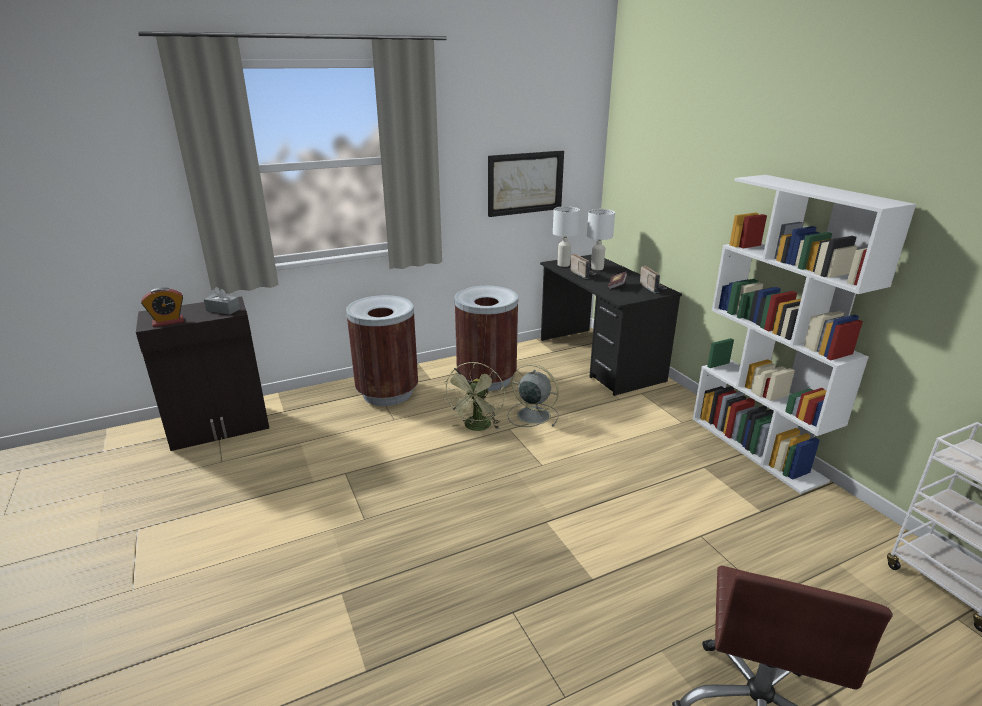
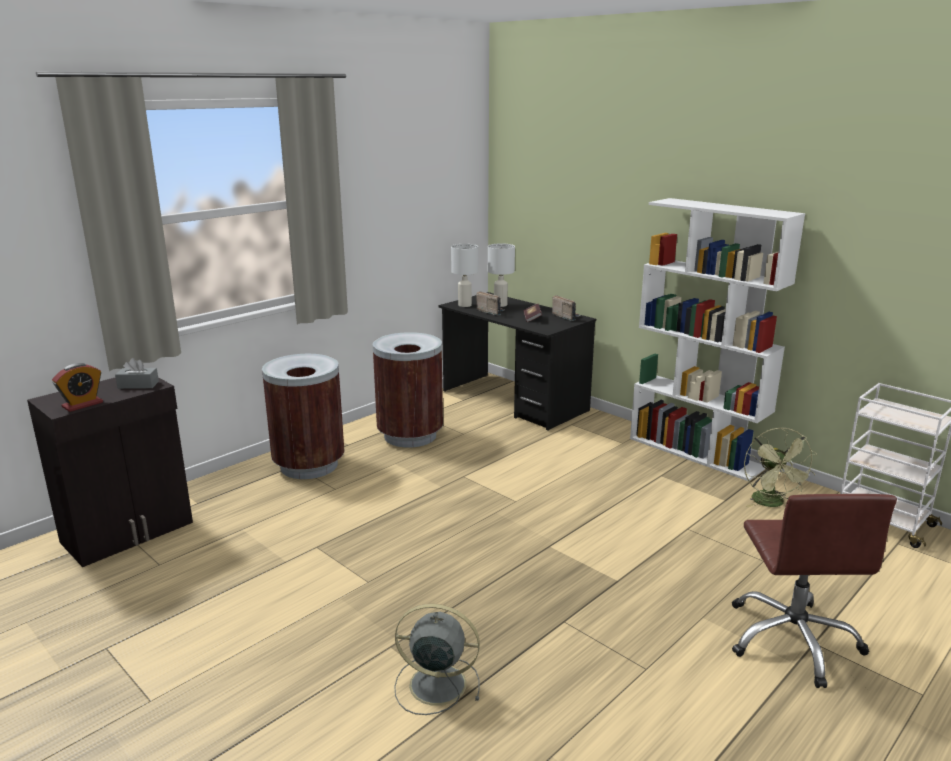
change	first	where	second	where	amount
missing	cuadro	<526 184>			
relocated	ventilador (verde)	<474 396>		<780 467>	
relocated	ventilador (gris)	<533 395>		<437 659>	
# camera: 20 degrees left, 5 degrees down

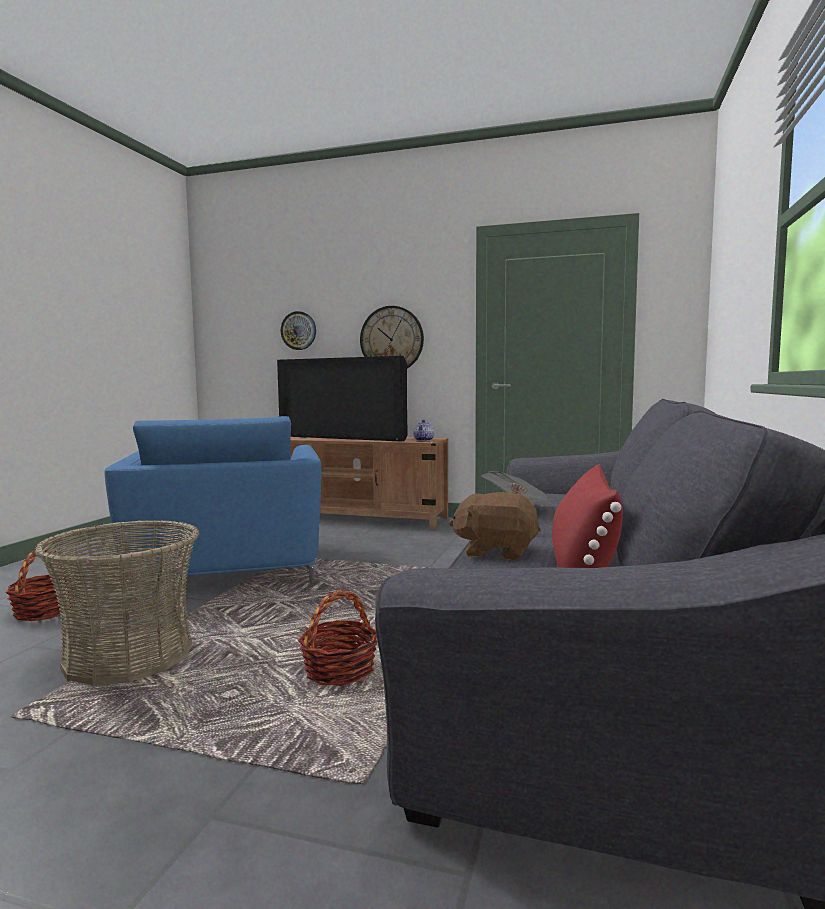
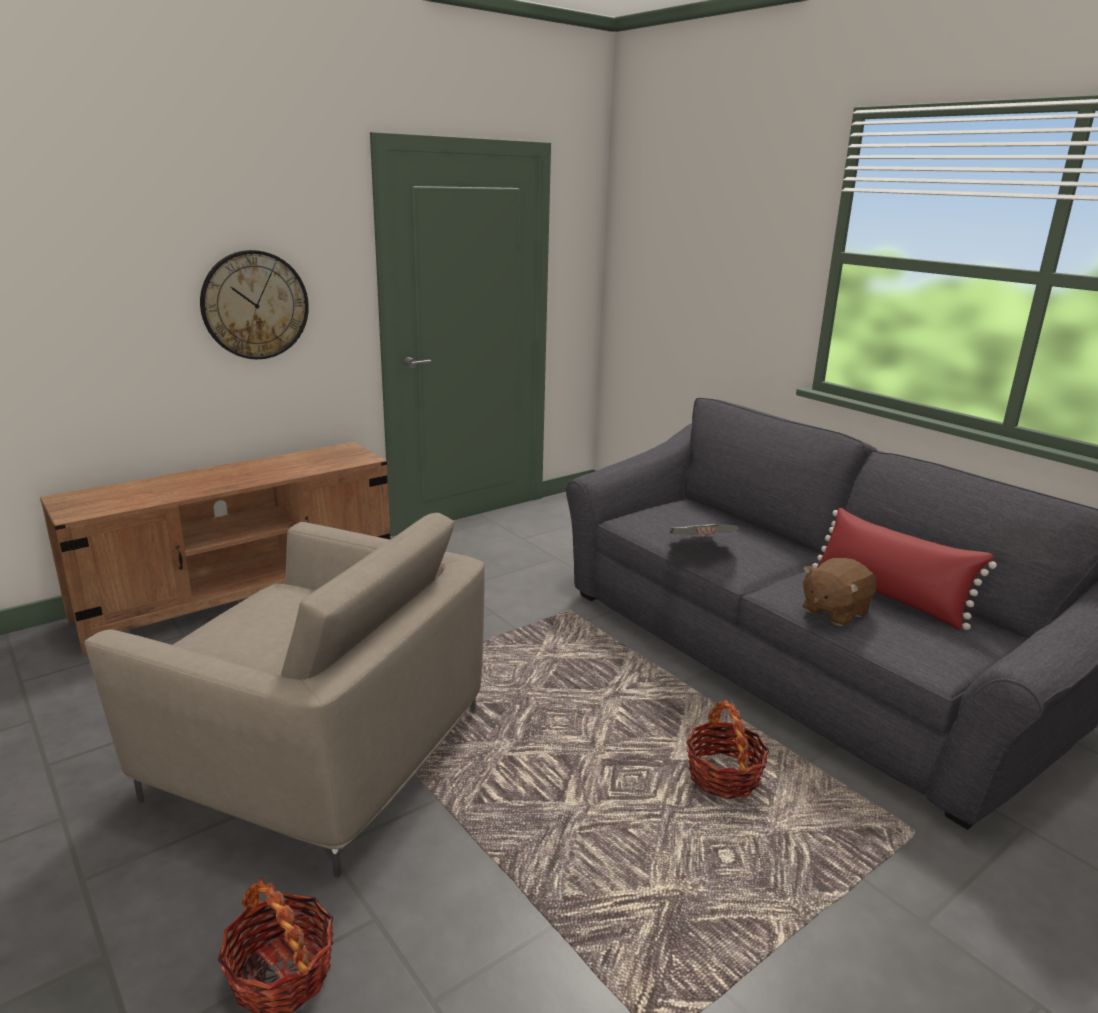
change	first	where	second	where	amount
missing	reloj de pared	<298 330>			
missing	televisor	<342 399>			
colour	sillón (azul)	<213 508>	sillón (beis)	<284 695>	
missing	tetera	<423 430>			
missing	cesta	<116 602>			
# camera: 55 degrees left, 15 degrees up

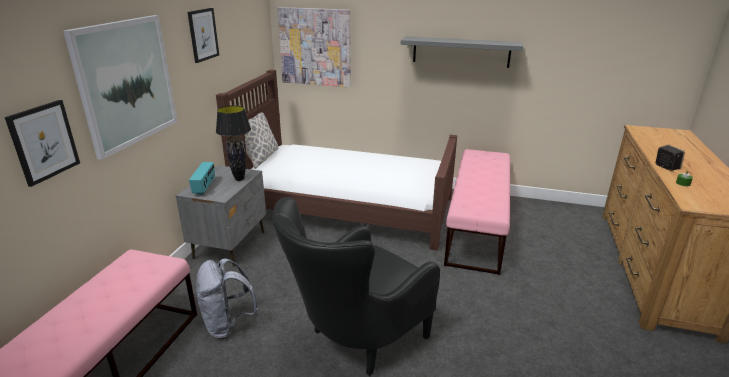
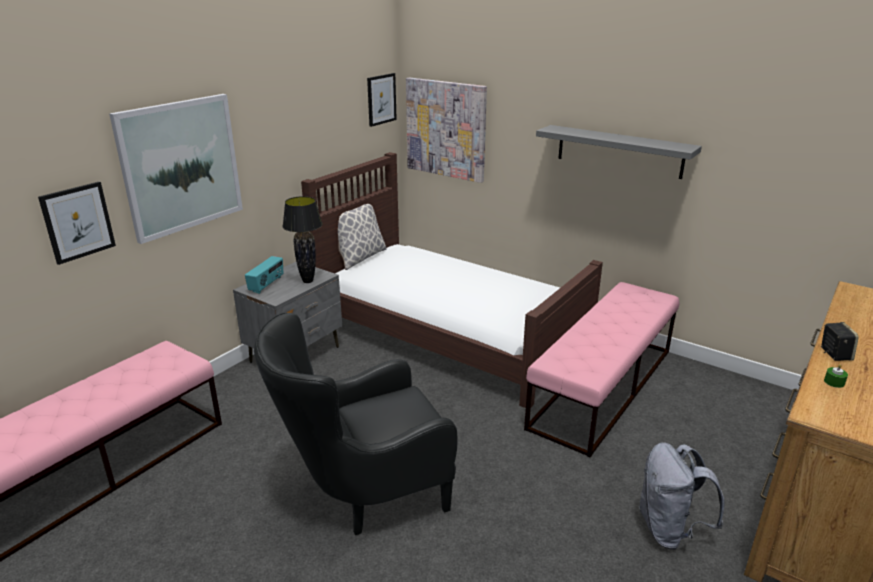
change	first	where	second	where	amount
relocated	cuadro	<203 35>		<382 100>	
relocated	mochila (gris)	<227 298>		<681 496>	
# camera: 20 degrees right, 0 degrees up

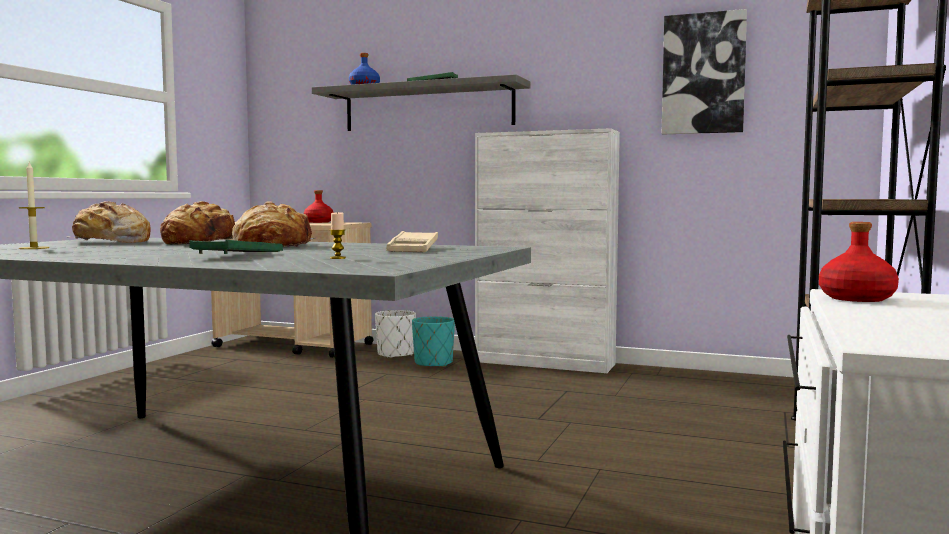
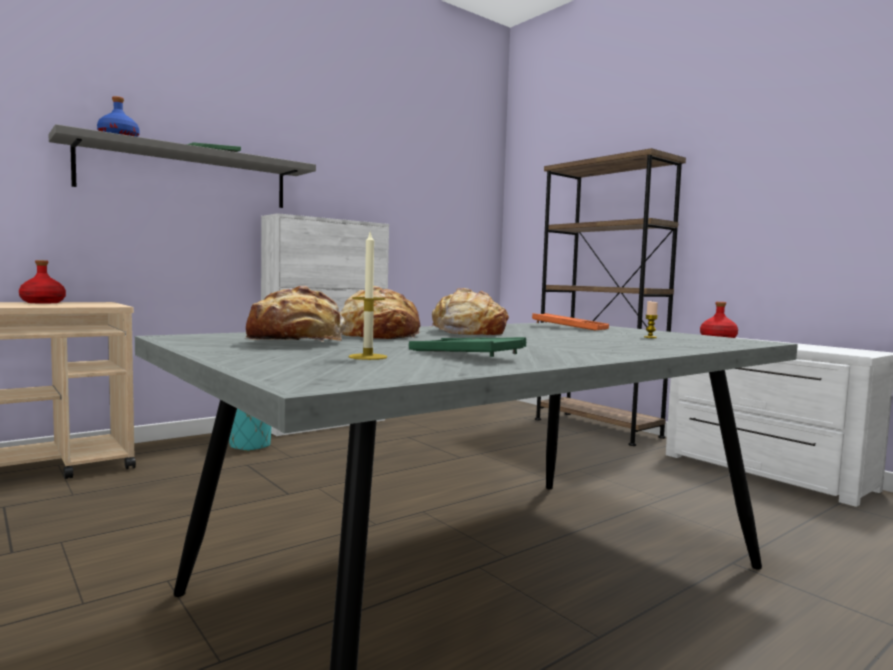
change	first	where	second	where	amount
missing	cuadro	<704 72>			
colour	bandeja (beis)	<412 241>	bandeja (naranja)	<570 321>	
relocated	bandeja (verde)	<236 247>		<467 347>	
missing	maceta (blanco)	<395 334>			
# camera: 60 degrees left, 0 degrees up

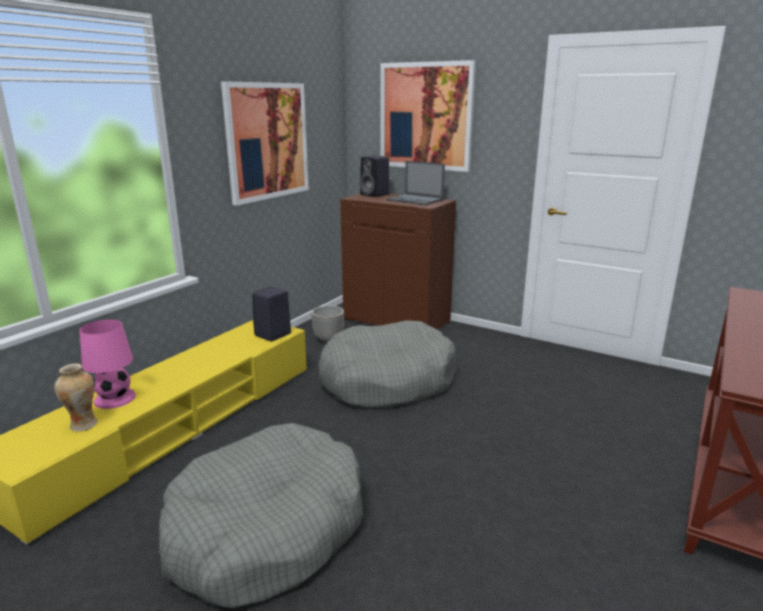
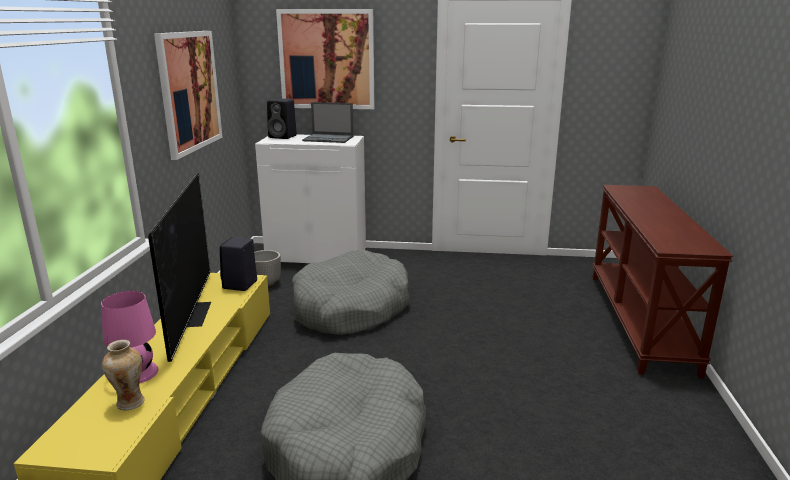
change	first	where	second	where	amount
colour	armario (marrón)	<398 262>	armario (blanco)	<310 198>	
appeared			televisor	<179 267>	
# camera: 25 degrees left, 0 degrees up

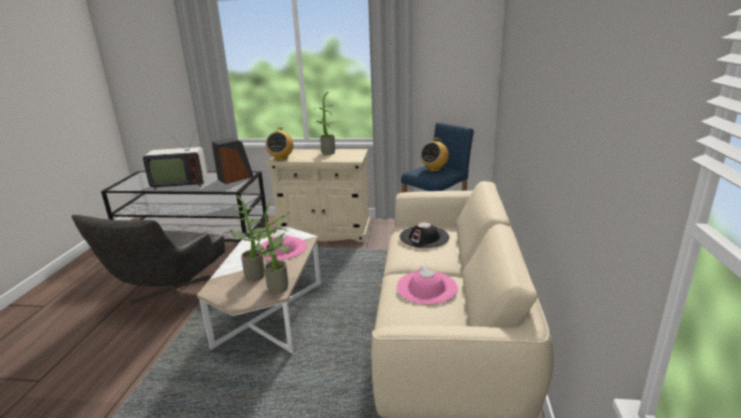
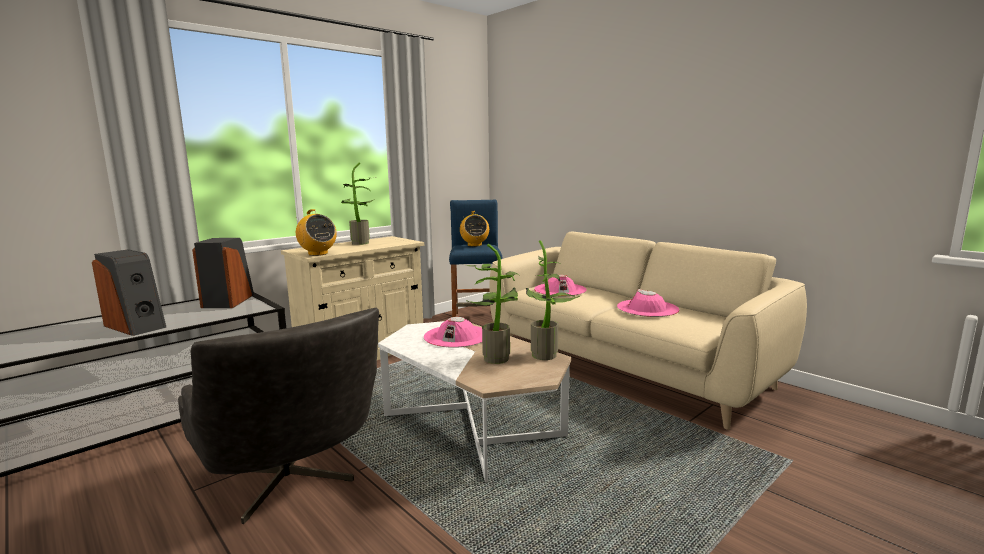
change	first	where	second	where	amount
exchanged	televisor	<175 157>	altavoz	<129 292>	
colour	sombrero (negro)	<424 235>	sombrero (rosa)	<560 285>	
# camera: 50 degrees left, 10 degrees down

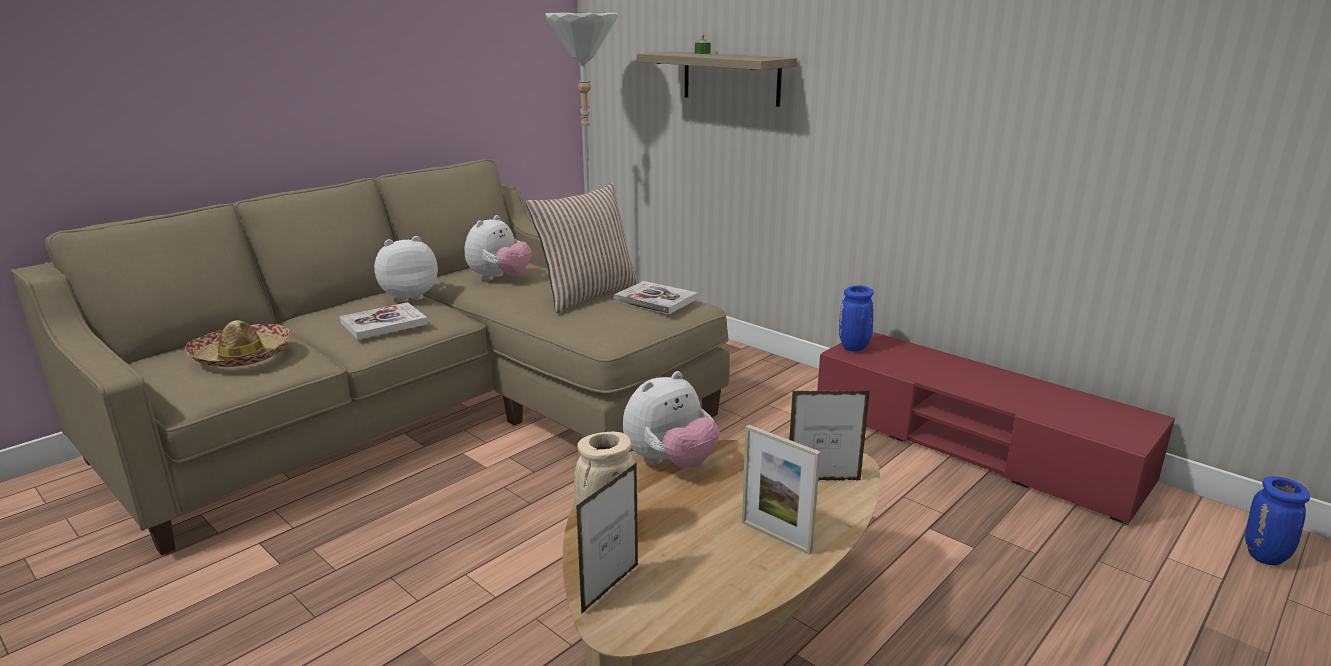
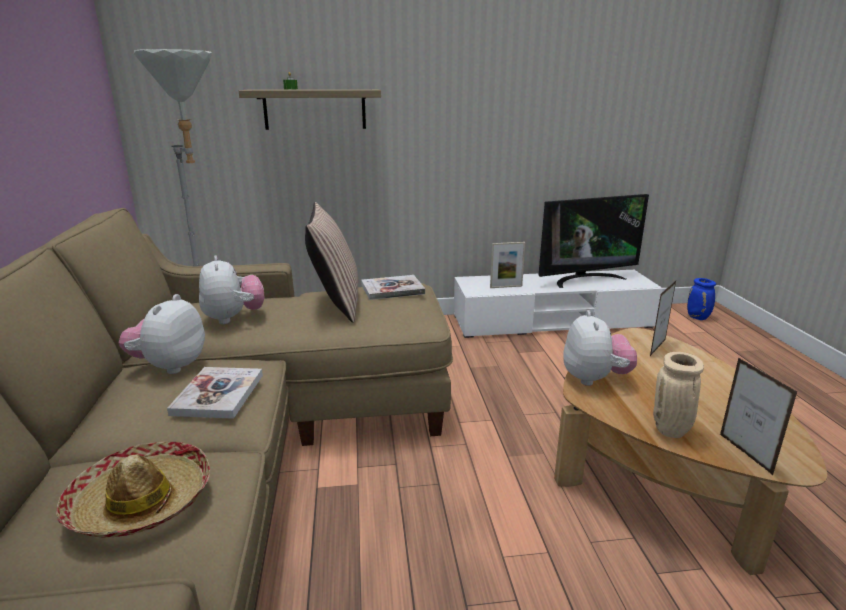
change	first	where	second	where	amount
missing	florero (azul)	<856 319>			
colour	mueble de televisión (rojo)	<996 428>	mueble de televisión (blanco)	<558 304>	
relocated	portarretratos	<781 490>		<507 265>	
appeared			televisor	<593 241>	
# camera: 50 degrees left, 0 degrees up

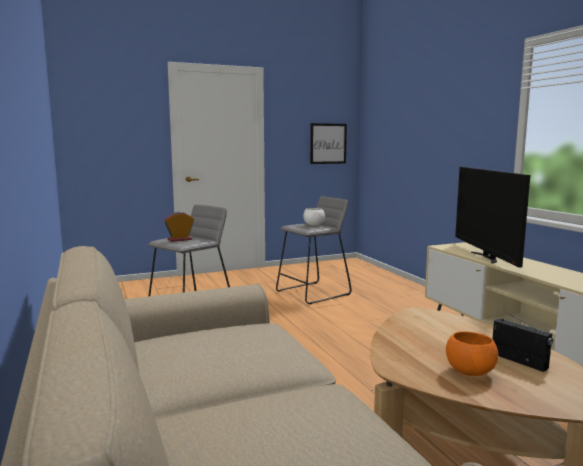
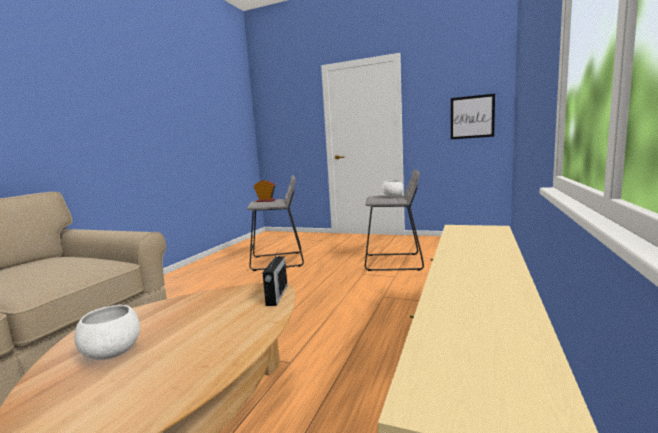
change	first	where	second	where	amount
missing	televisor	<492 217>			
relocated	radio	<523 341>		<274 278>	
colour	cuenco (naranja)	<472 353>	cuenco (blanco)	<107 332>	
# camera: 45 degrees right, 0 degrees up

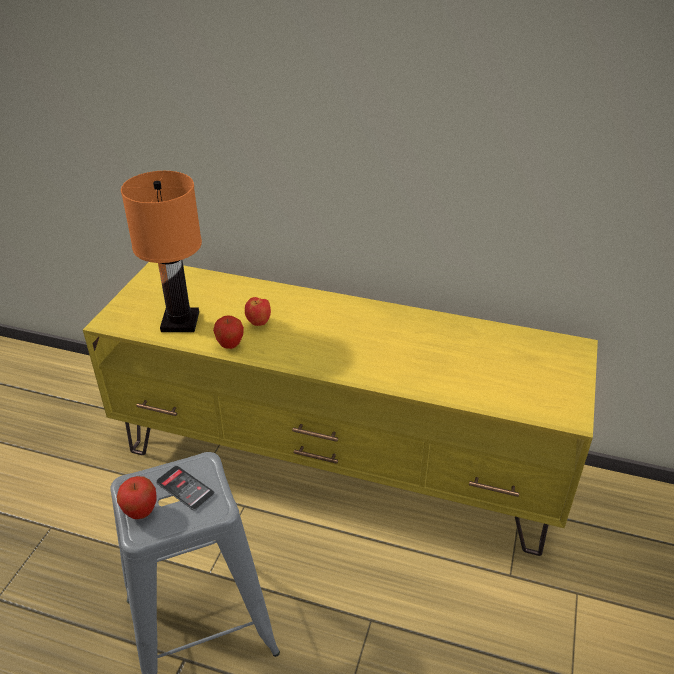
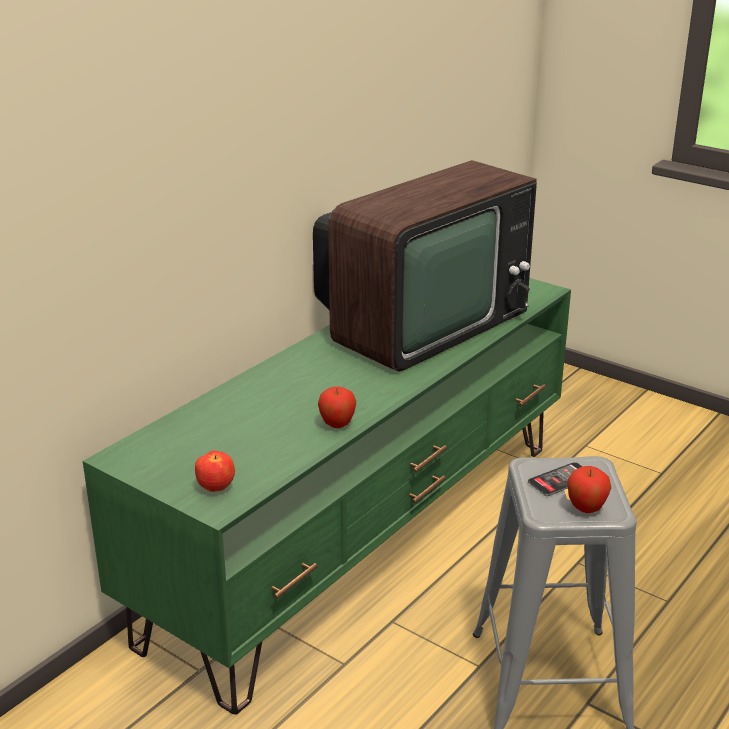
change	first	where	second	where	amount
missing	lámpara de mesa (naranja)	<161 251>			
colour	mueble de televisión (amarillo)	<340 409>	mueble de televisión (verde)	<327 496>	
relocated	manzana	<258 311>		<215 471>	
appeared			televisor	<425 266>	
# camera: 70 degrees left, 10 degrees down

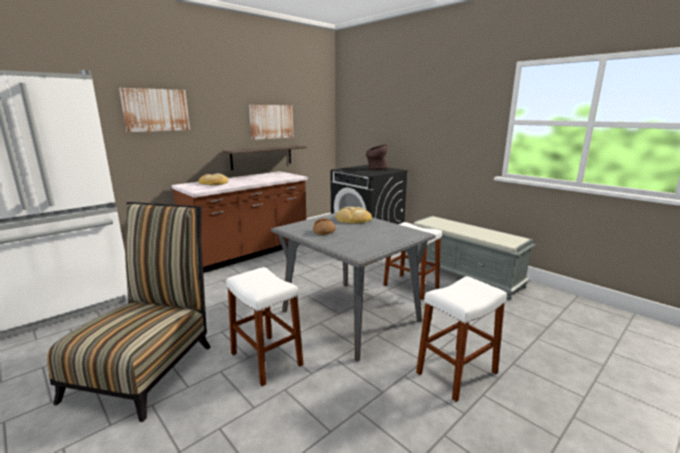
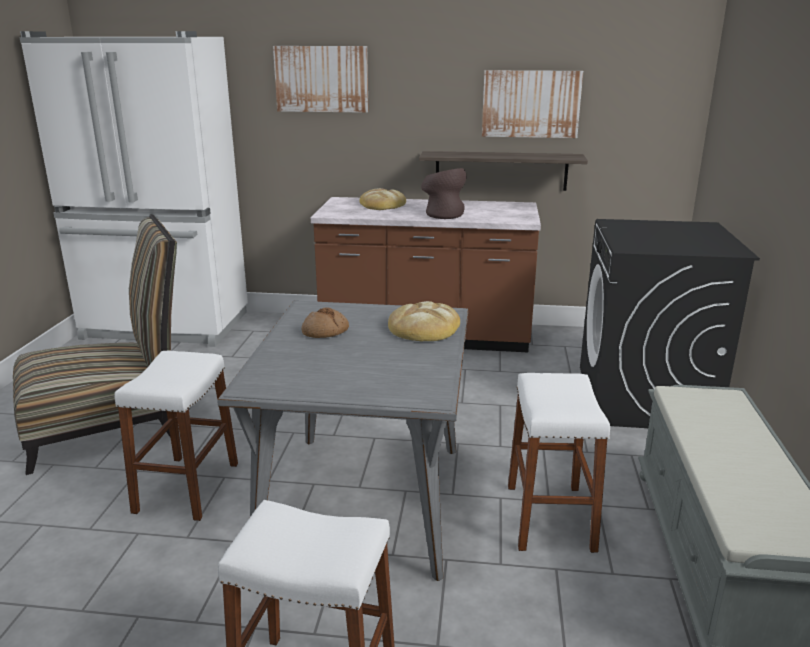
change	first	where	second	where	amount
relocated	florero (marrón)	<376 157>		<444 193>	
# camera: 50 degrees right, 5 degrees up

